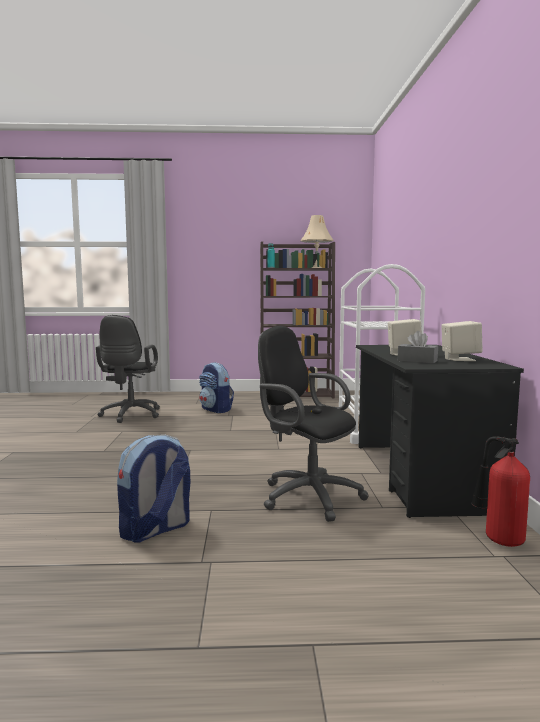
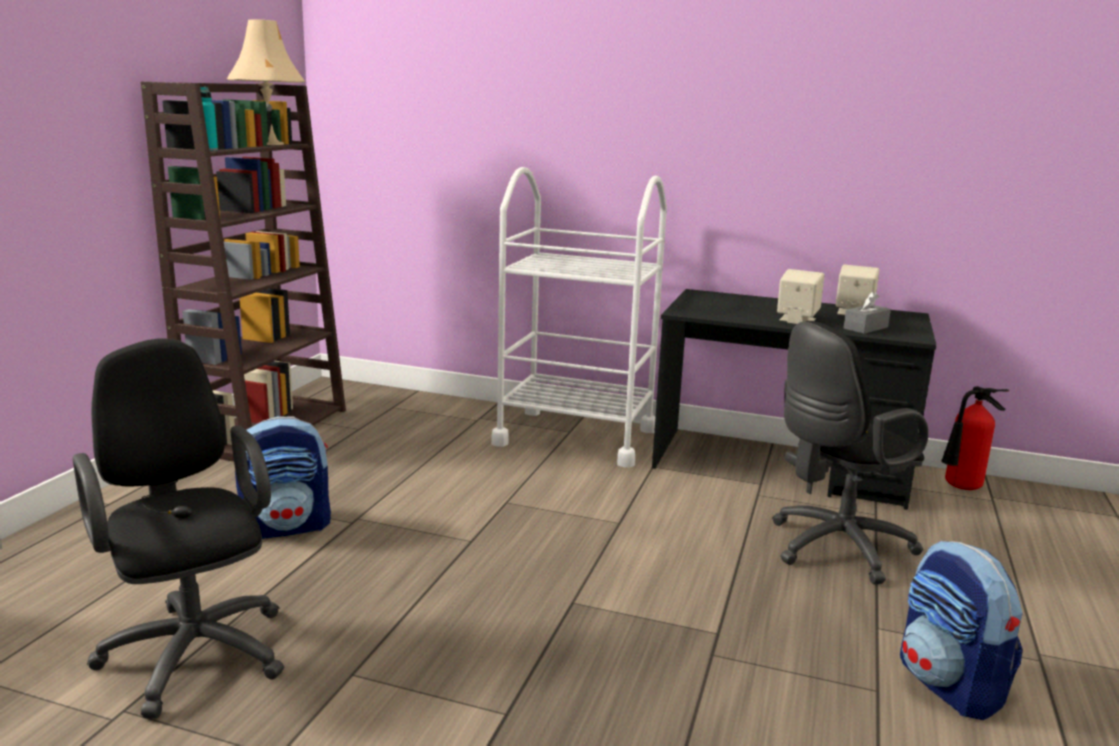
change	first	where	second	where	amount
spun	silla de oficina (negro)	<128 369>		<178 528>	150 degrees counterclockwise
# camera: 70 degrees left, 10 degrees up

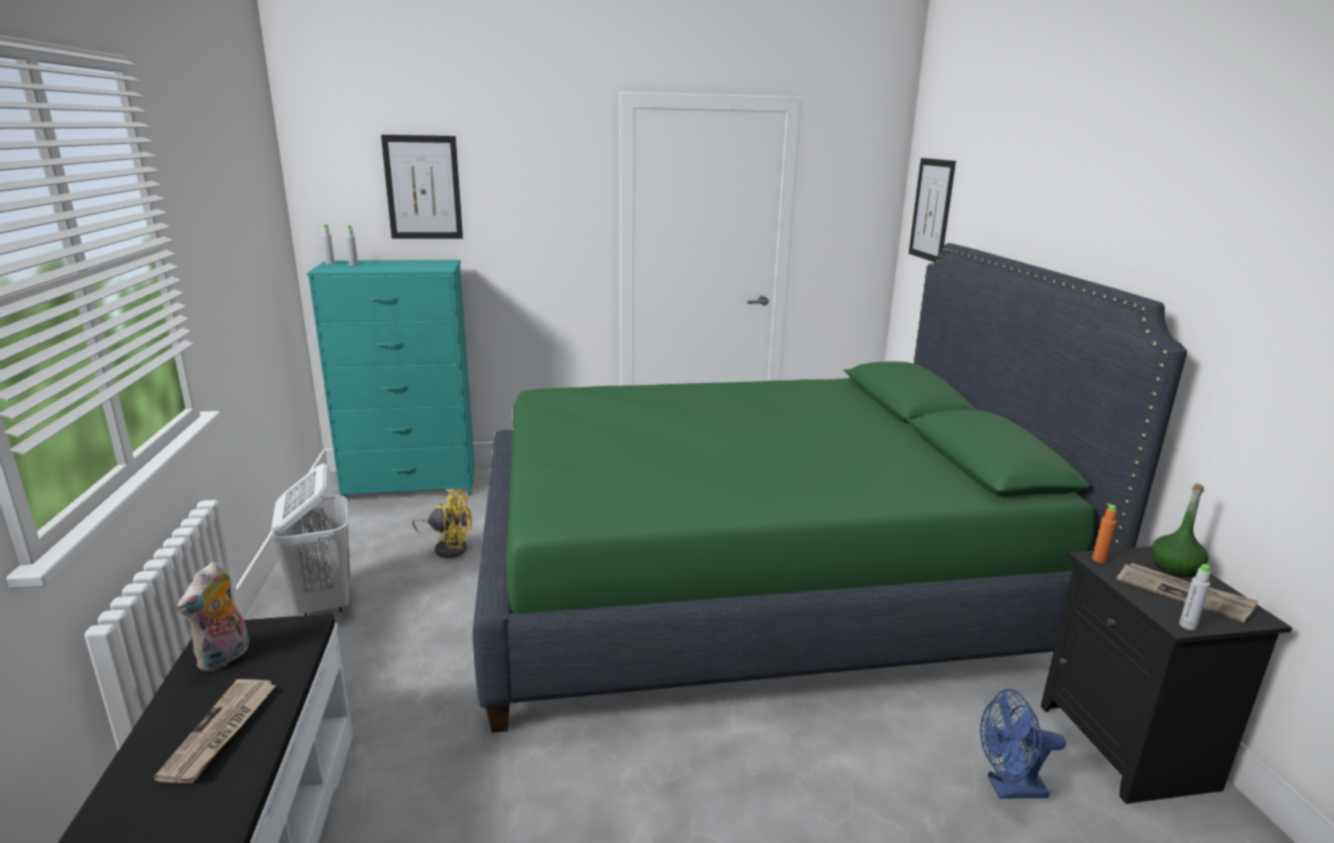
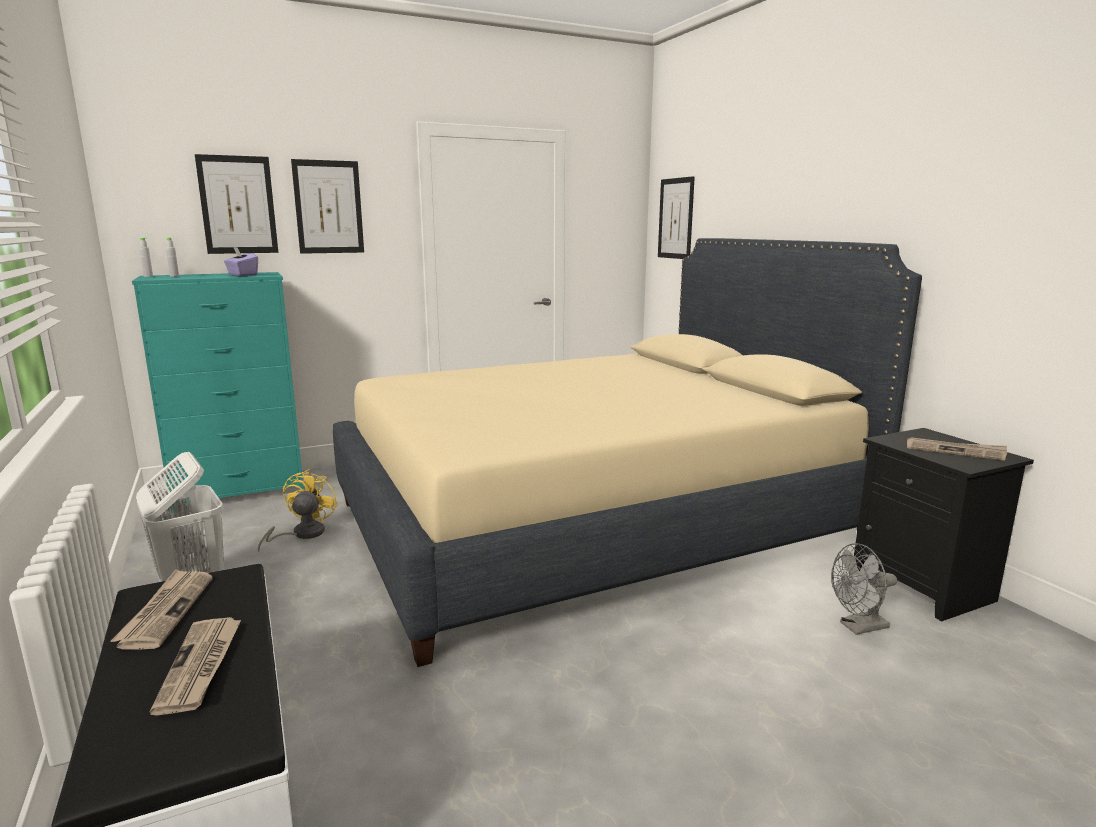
change	first	where	second	where	amount
colour	cama (verde)	<830 488>	cama (beis)	<627 452>	
missing	botella (verde)	<1180 530>			
spun	ventilador (amarillo)	<442 523>		<298 510>	75 degrees counterclockwise
missing	botella (naranja)	<1104 533>			
exchanged	peluche	<213 617>	periódico	<162 609>	
missing	botella (gris)	<1195 597>			
colour	ventilador (azul)	<1023 744>	ventilador (gris)	<864 589>	
appeared			cuadro	<327 206>	
appeared			caja de pañuelos (morado)	<241 261>	
# camera: 15 degrees left, 5 degrees down

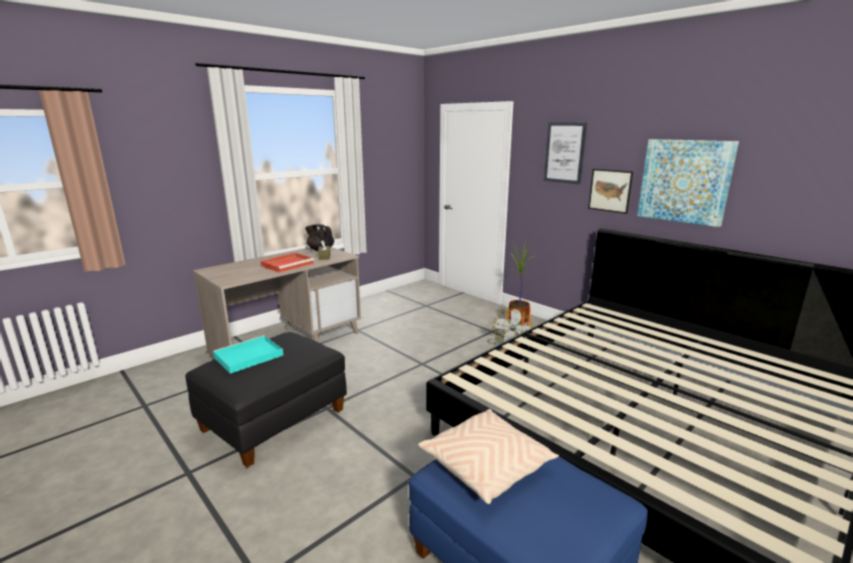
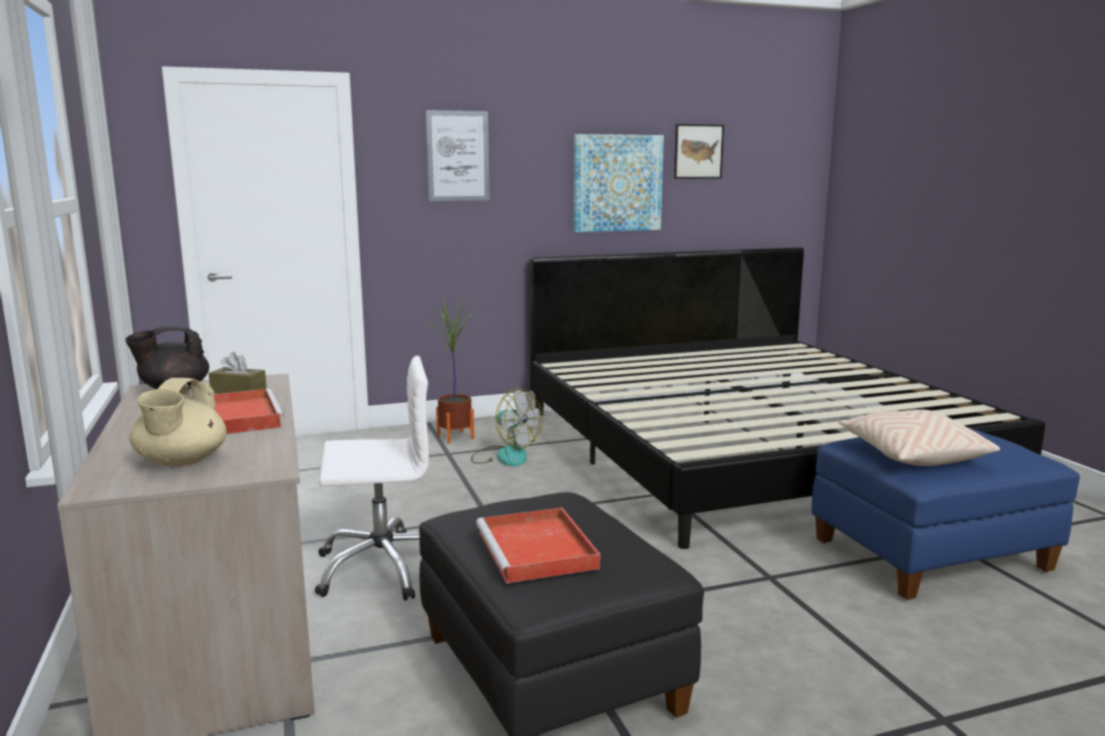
change	first	where	second	where	amount
relocated	cuadro	<610 191>		<699 151>	
colour	bandeja (turquesa)	<248 354>	bandeja (rojo)	<538 545>	
appeared			silla de oficina (blanco)	<372 478>	
appeared			tetera (beis)	<178 422>	
# camera: 65 degrees left, 5 degrees down

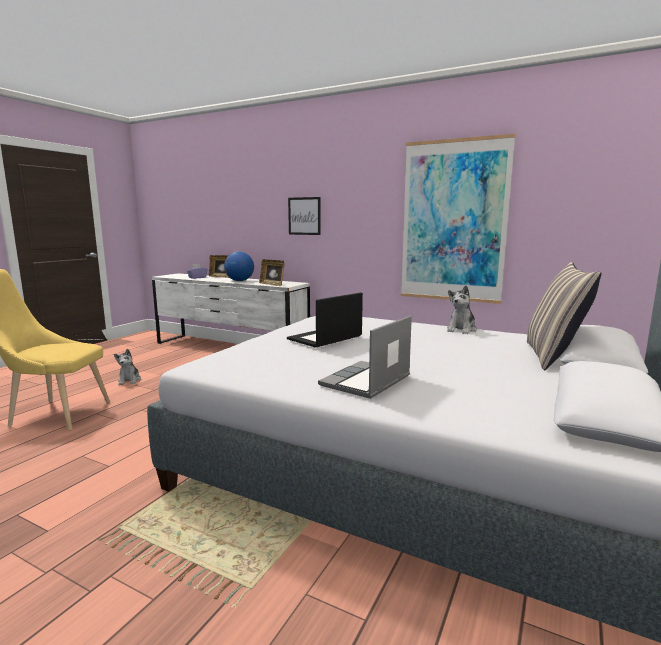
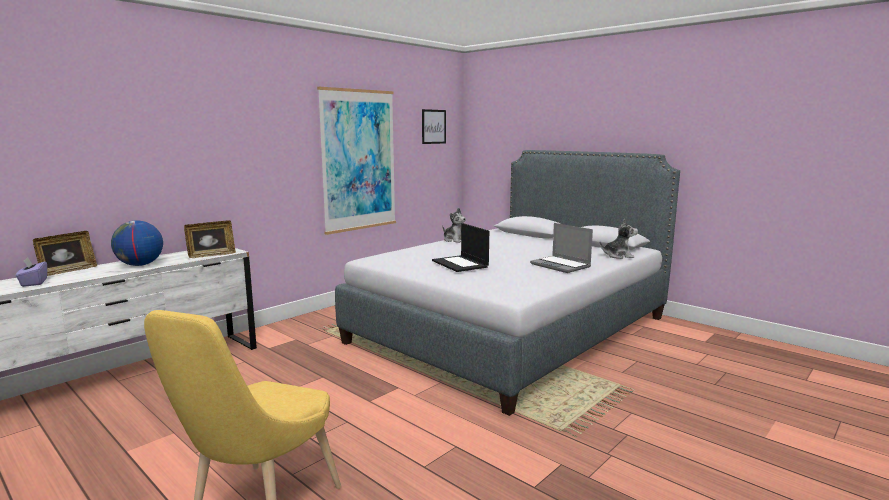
change	first	where	second	where	amount
relocated	cuadro	<304 216>		<434 126>	
missing	cojín	<564 316>			
relocated	peluche	<127 367>		<618 239>	
# camera: 75 degrees left, 0 degrees up

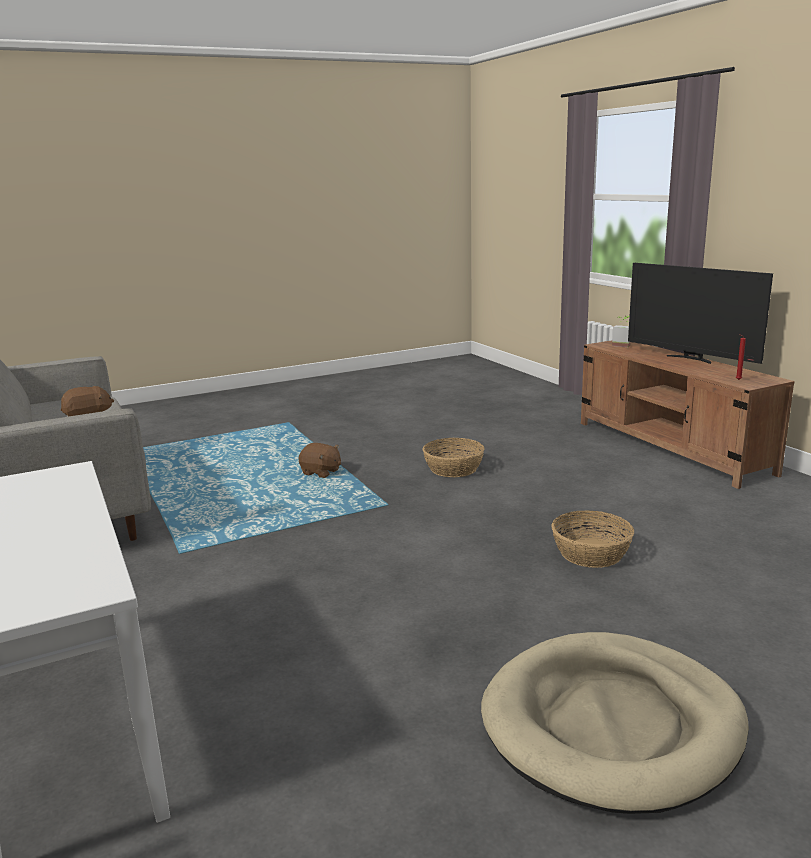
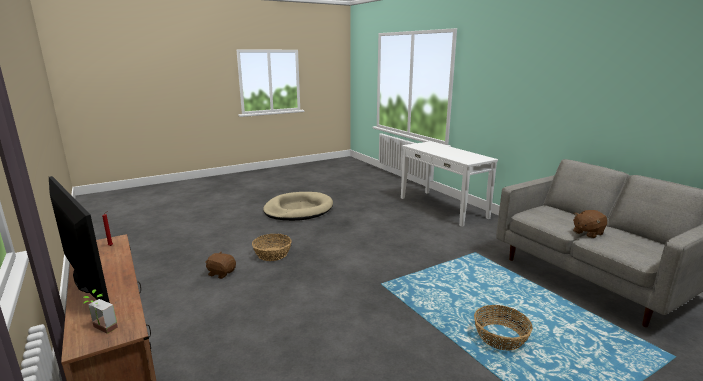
change	first	where	second	where	amount
relocated	cesta	<453 457>		<503 328>	
relocated	peluche (marrón)	<320 460>		<220 265>	
# camera: 175 degrees right, 0 degrees up

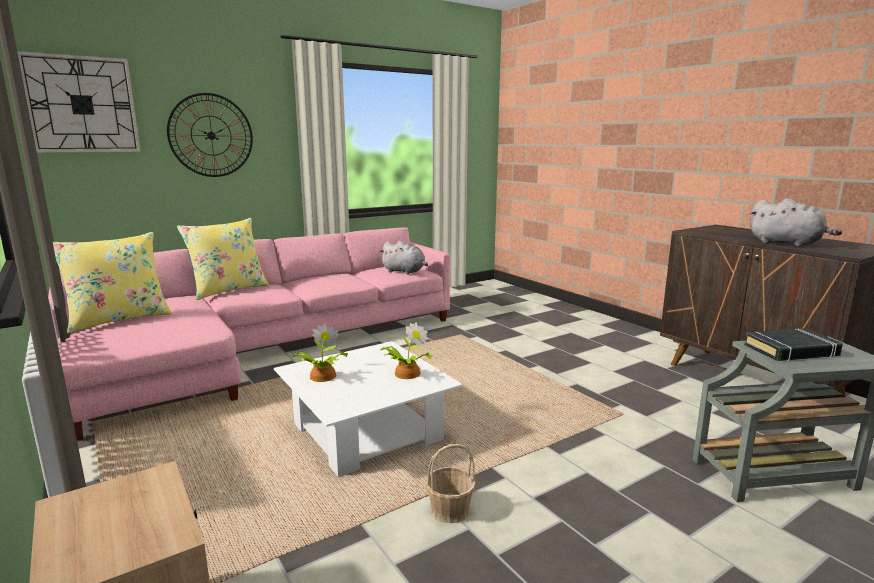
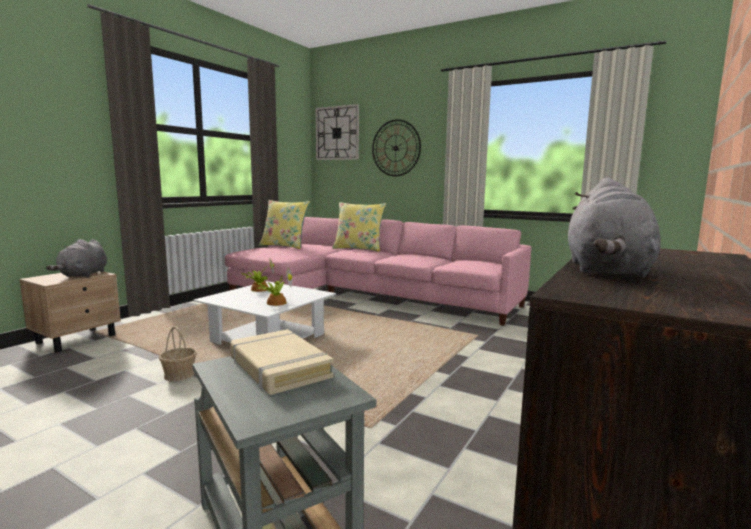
change	first	where	second	where	amount
relocated	peluche (gris)	<404 257>		<76 258>	
colour	libro (negro)	<793 344>	libro (beis)	<281 362>	
# camera: 65 degrees right, 5 degrees down

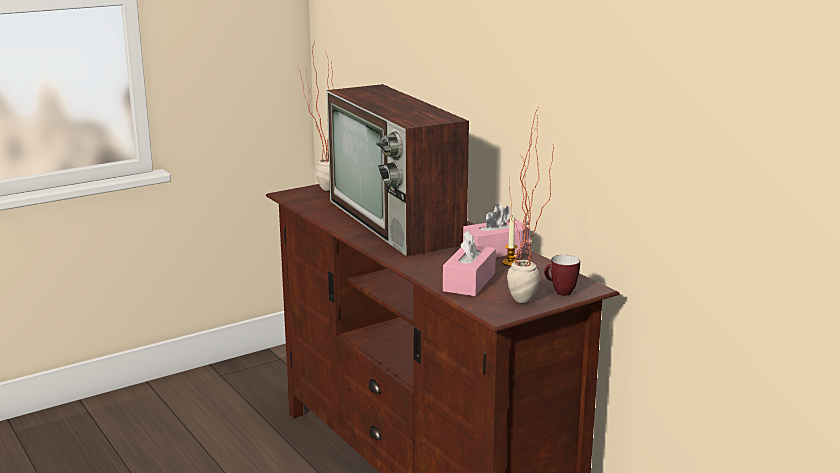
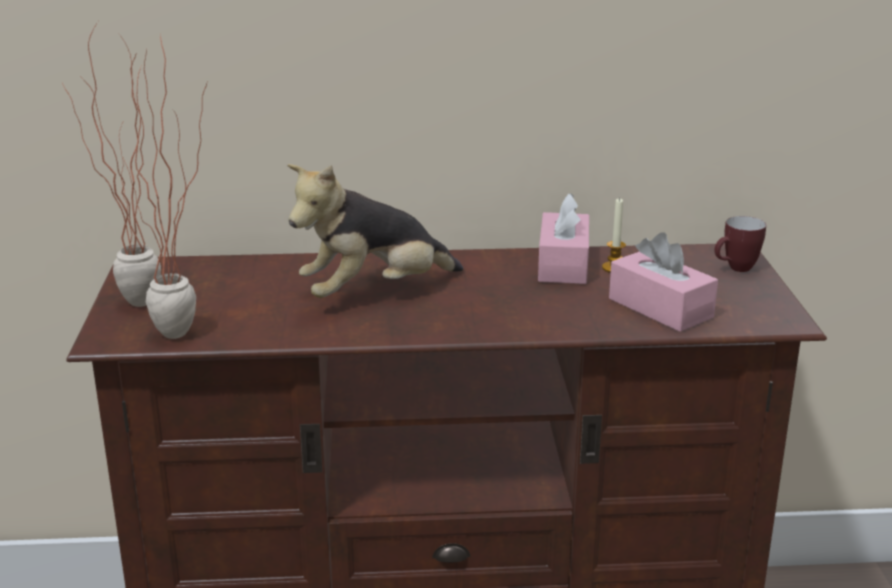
change	first	where	second	where	amount
exchanged	televisor	<398 170>	peluche	<375 231>	
relocated	planta en maceta	<530 205>		<165 186>	
# camera: 60 degrees left, 5 degrees up

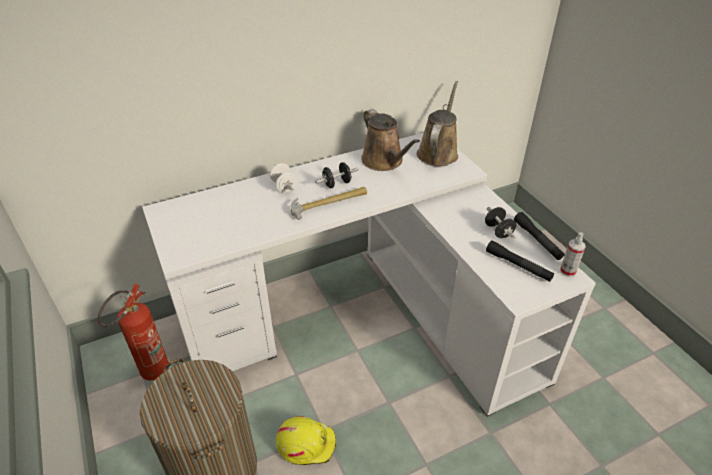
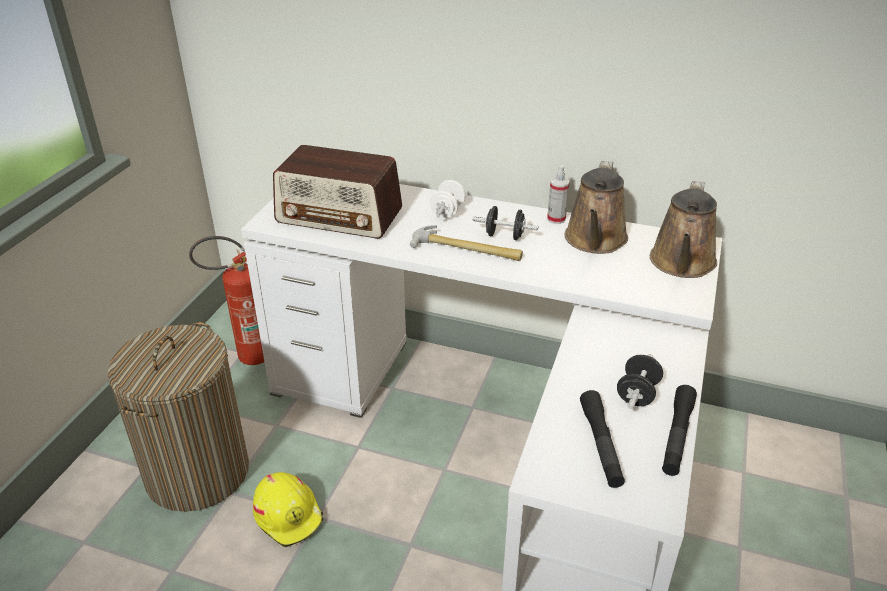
change	first	where	second	where	amount
spun	regadera (marrón)	<437 124>		<683 229>	135 degrees clockwise
relocated	pulverizador	<573 254>		<558 194>	
appeared			radio	<337 192>	
# camera: 45 degrees right, 5 degrees down

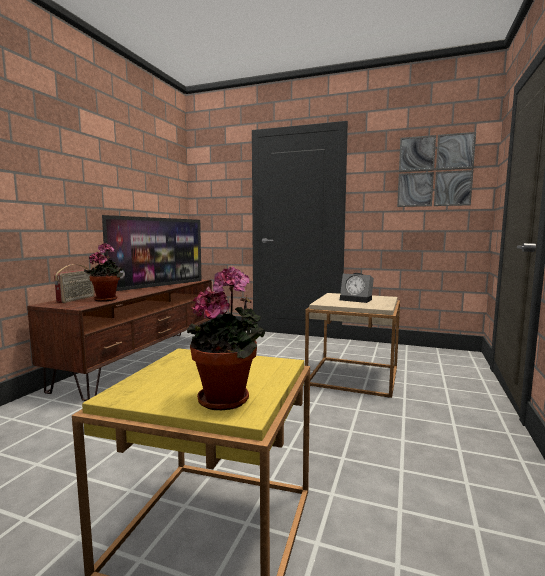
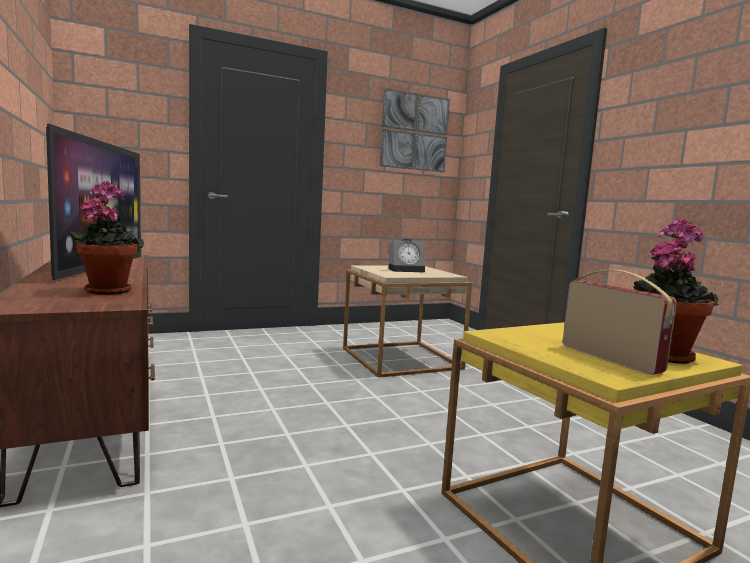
change	first	where	second	where	amount
relocated	radio	<74 283>		<620 322>	
# camera: 45 degrees left, 0 degrees up

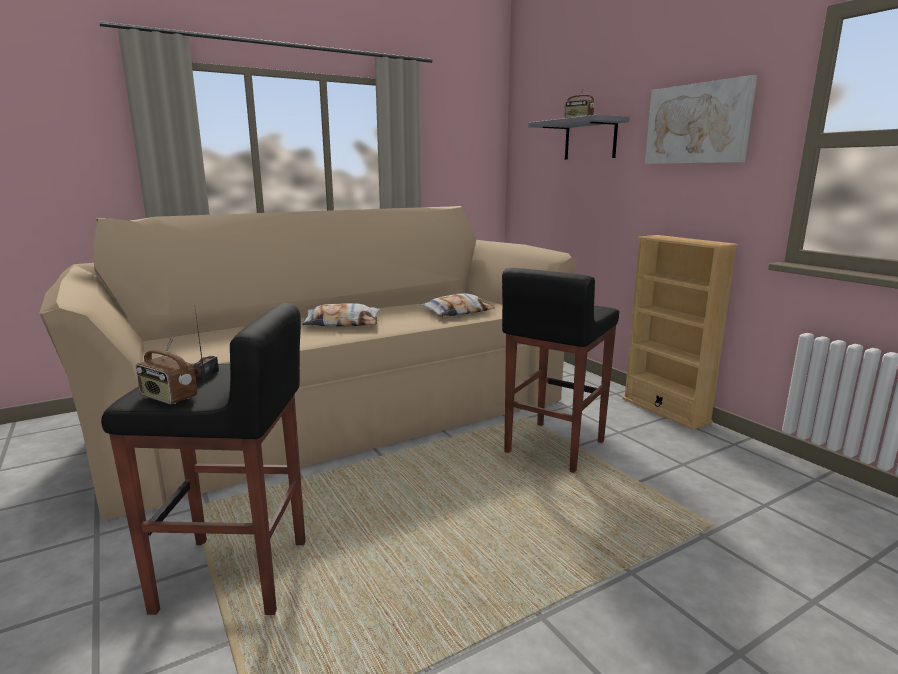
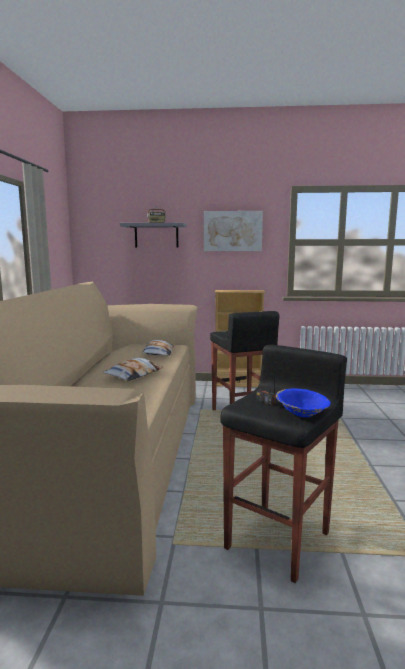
change	first	where	second	where	amount
exchanged	radio	<166 368>	cuenco (azul)	<303 403>	
# camera: 55 degrees left, 5 degrees down

